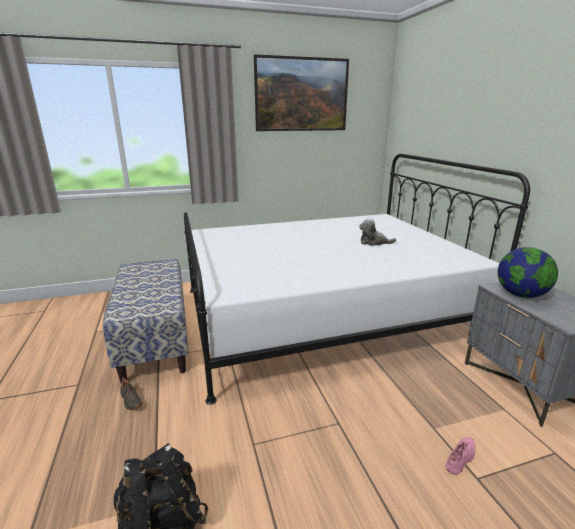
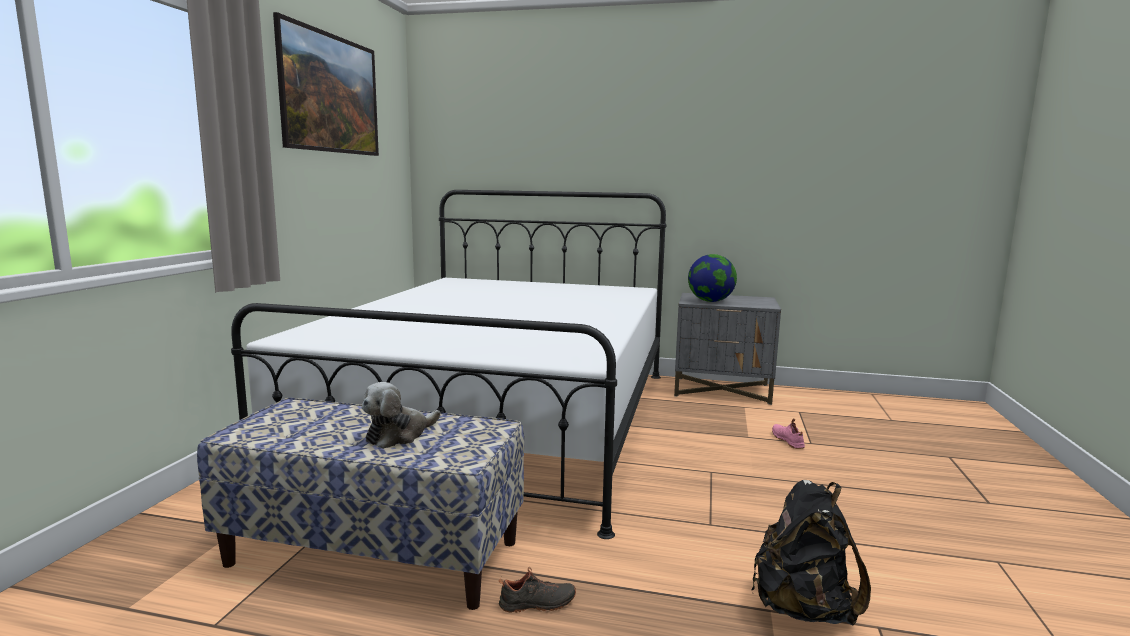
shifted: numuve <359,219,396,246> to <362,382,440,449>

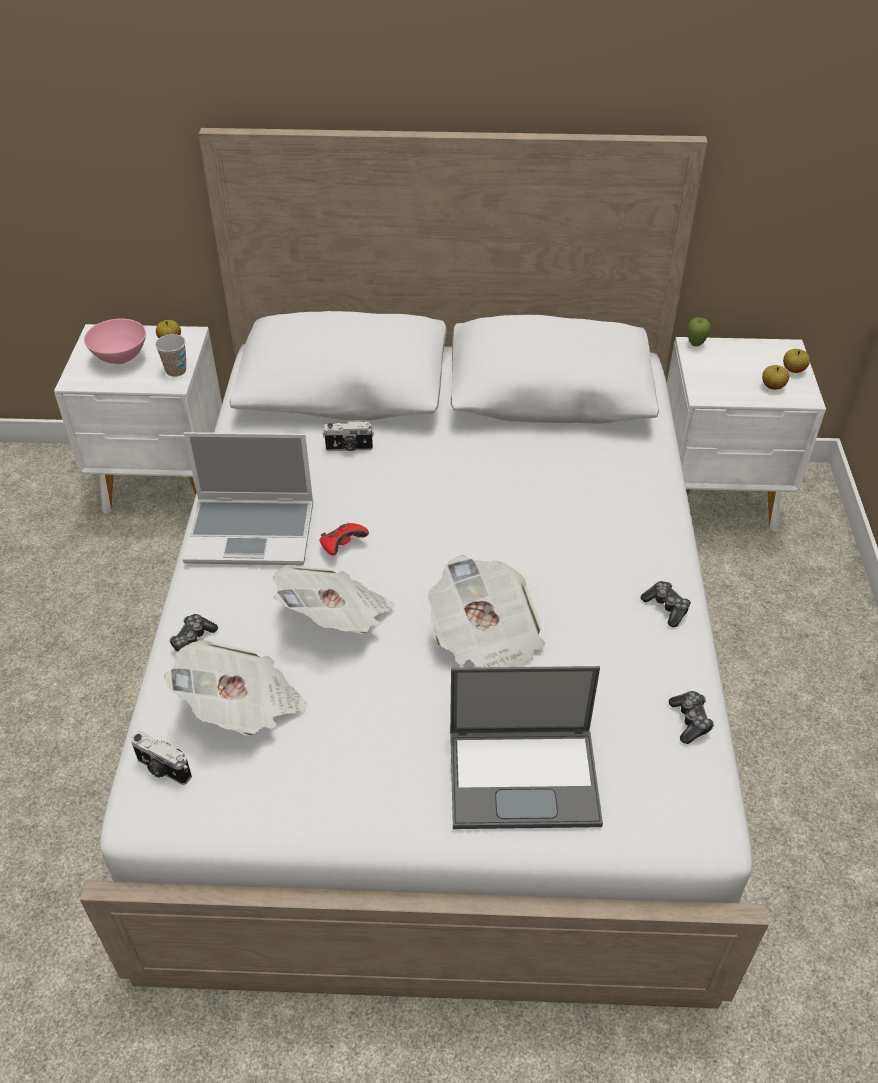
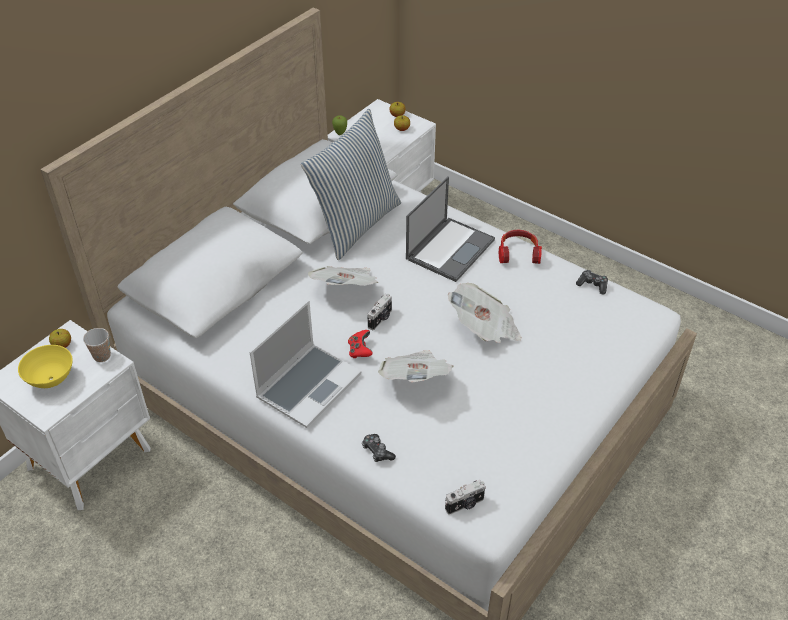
new: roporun <301,109,401,260>
shifted: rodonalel <164,640,307,735> to <308,266,378,286>; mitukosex <323,422,374,451> to <367,294,392,330>; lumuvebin <450,666,603,829> to <406,176,495,282>
swapped: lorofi <641,581,691,627> to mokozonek <499,230,542,264>
repainted: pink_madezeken <84,319,146,364> to yellow_madezeken <18,345,73,388>

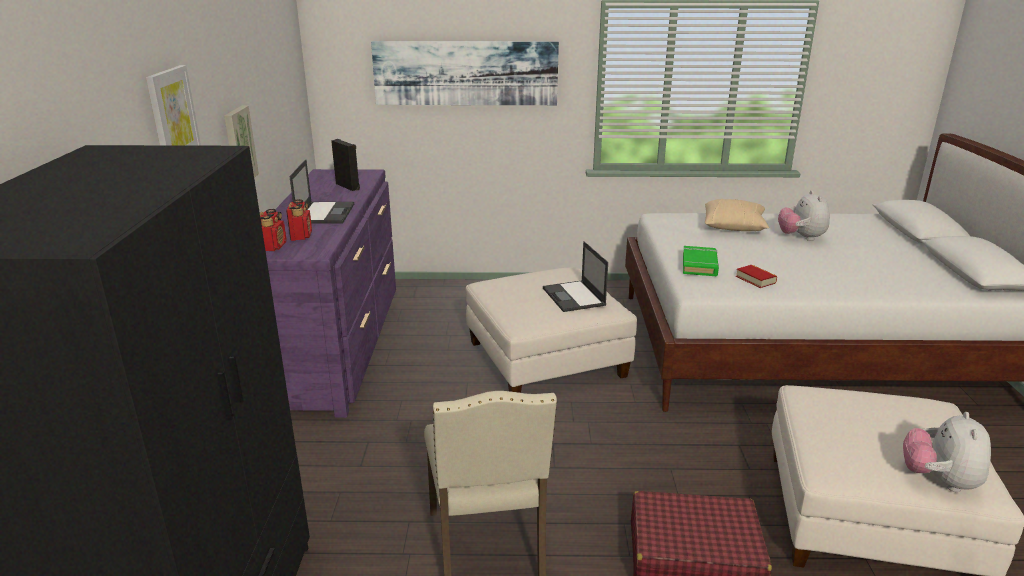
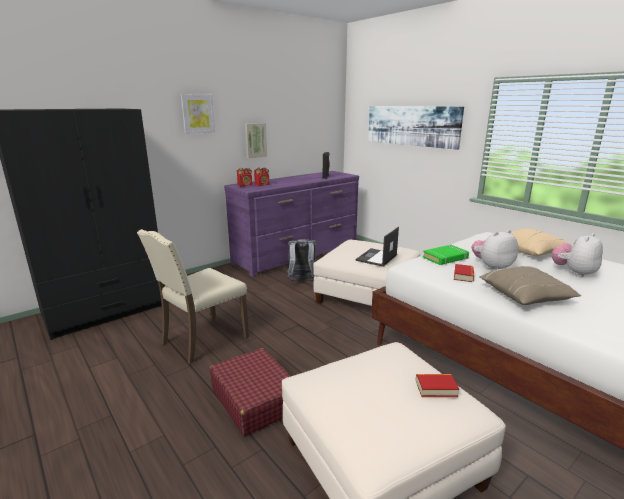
gone: lumuvebin <290,160,354,223>
new: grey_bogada <286,239,317,281>; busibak <416,374,459,397>; beige_roporun <479,266,581,305>
shifted: numuve <903,412,991,492> to <472,230,518,271>

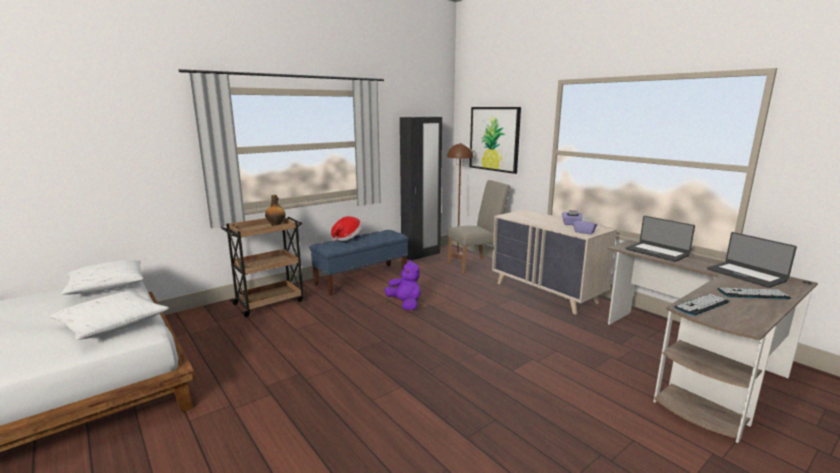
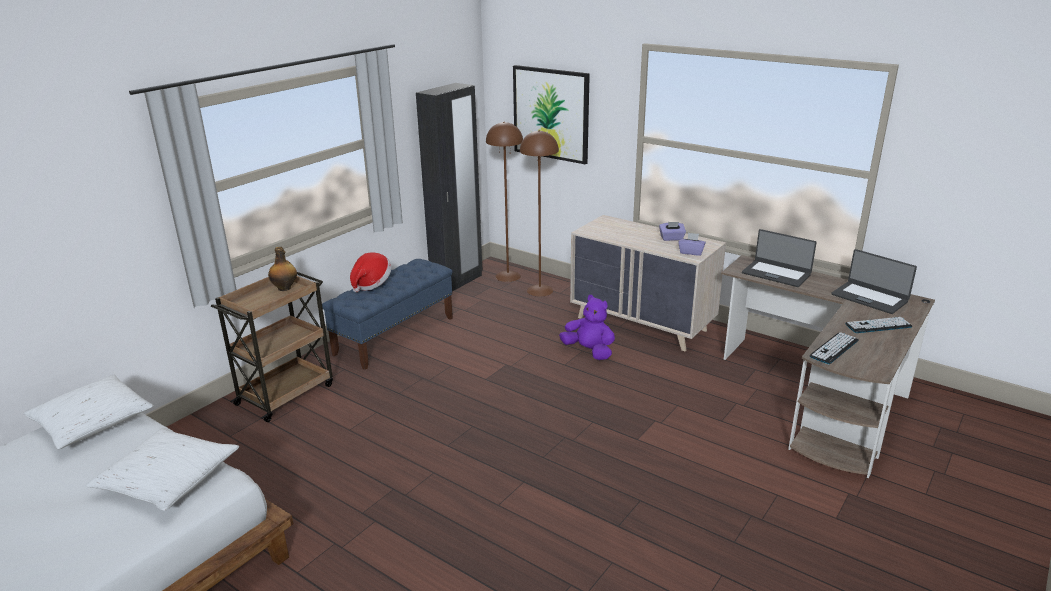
shifted: purple_numuve <385,260,421,310> to <559,295,615,360>
swapped: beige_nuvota <448,180,510,274> to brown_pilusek <520,130,559,297>

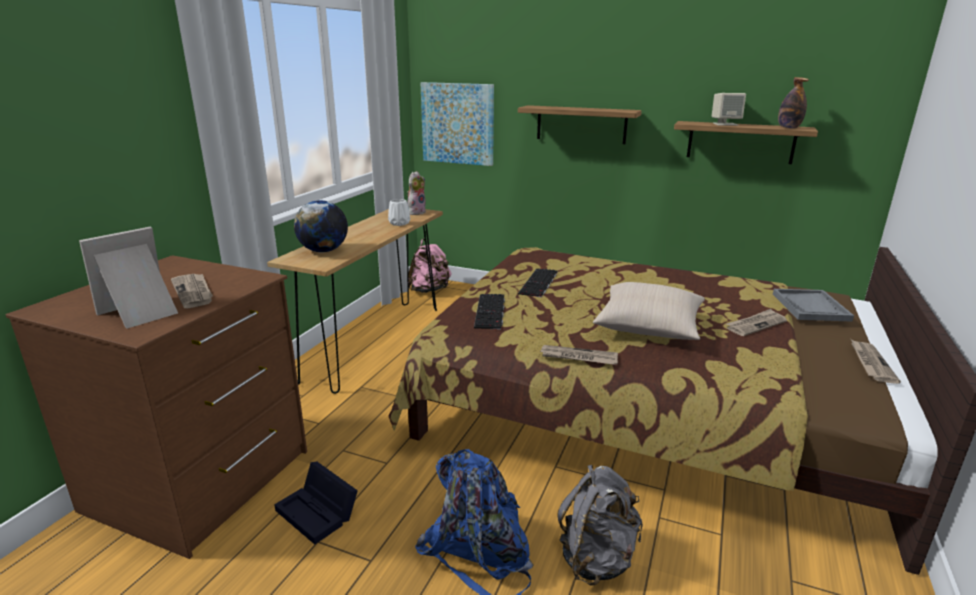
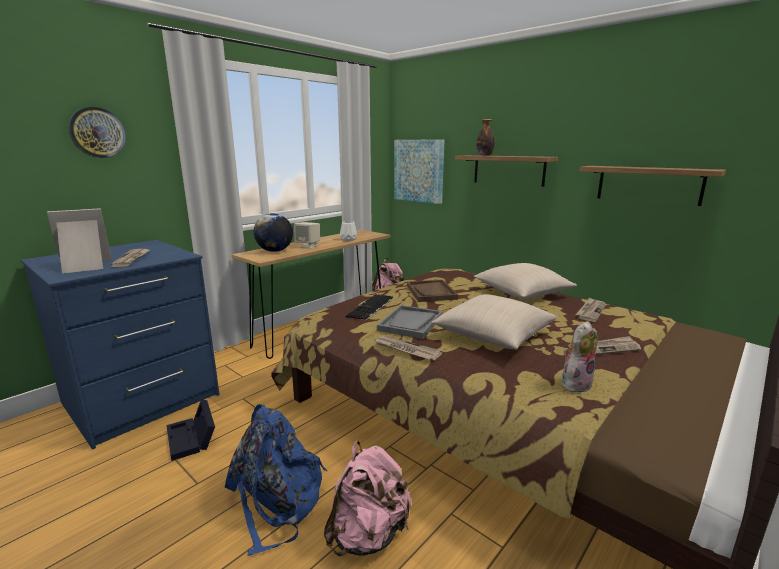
new: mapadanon <68,106,126,158>; beige_roporun <474,263,577,299>
shifted: numuve <407,171,426,215> to <562,321,598,392>; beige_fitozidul <712,93,746,126> to <294,222,320,248>; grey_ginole <773,289,854,322> to <377,305,443,339>; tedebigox <778,77,809,128> to <476,119,494,156>; rodonalel <851,340,901,384> to <575,297,606,322>
swapped: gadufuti <518,268,558,297> to brown_ginole <407,280,458,302>
repainted: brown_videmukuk <6,255,307,559> to blue_videmukuk <21,240,219,449>; grey_bogada <557,465,643,586> to pink_bogada <324,441,411,556>

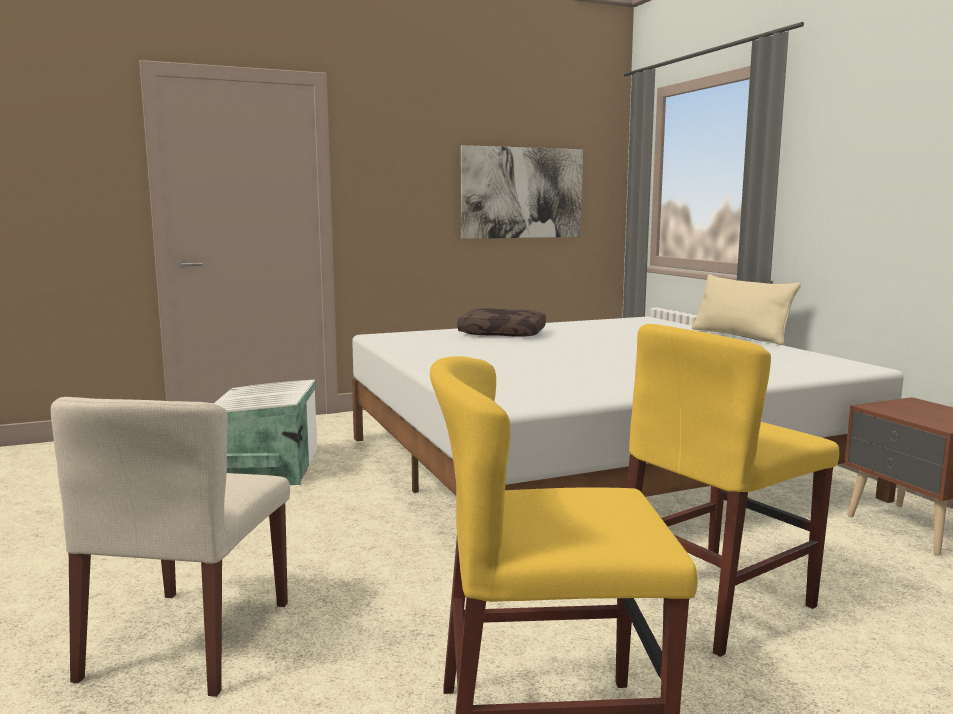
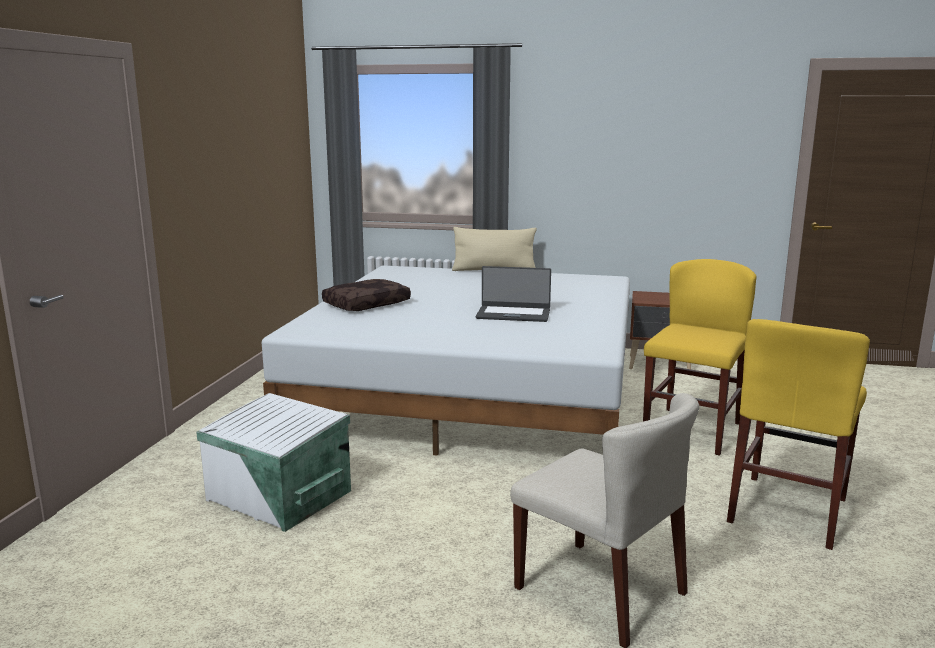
gone: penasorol <461,145,583,239>
new: lumuvebin <476,266,551,322>
rotated: yellow_nuvota <626,324,840,657> = <643,259,756,456> 150 degrees counterclockwise

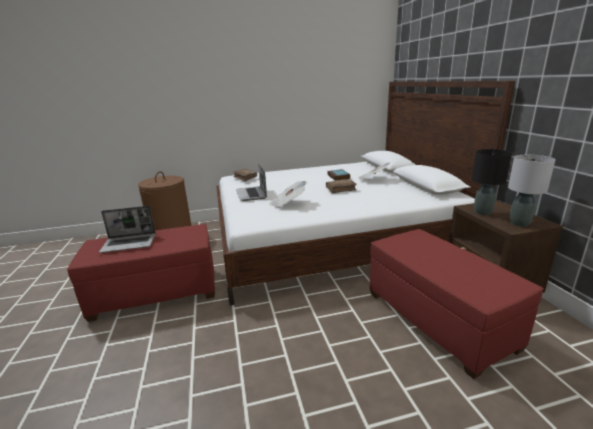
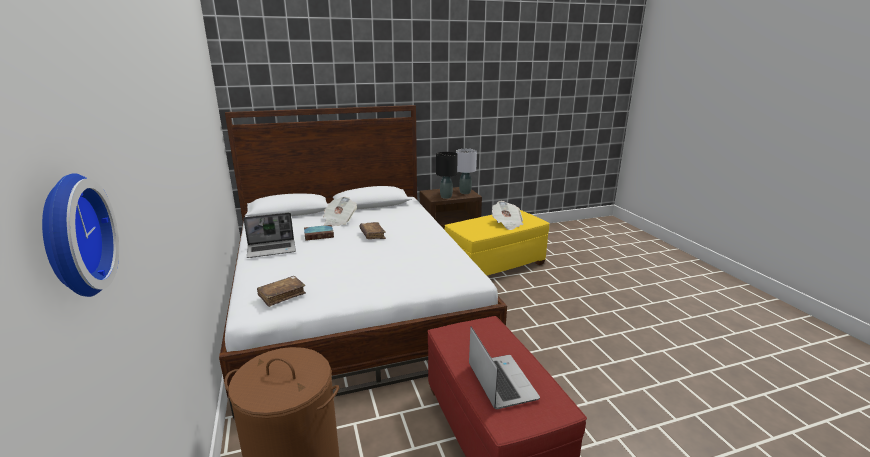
new: mapadanon <42,173,119,297>
shifted: lumuvebin <236,164,267,201> to <243,212,296,258>; rodonalel <269,181,307,208> to <492,201,523,230>
repainted: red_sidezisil <369,229,544,379> to yellow_sidezisil <445,210,550,275>

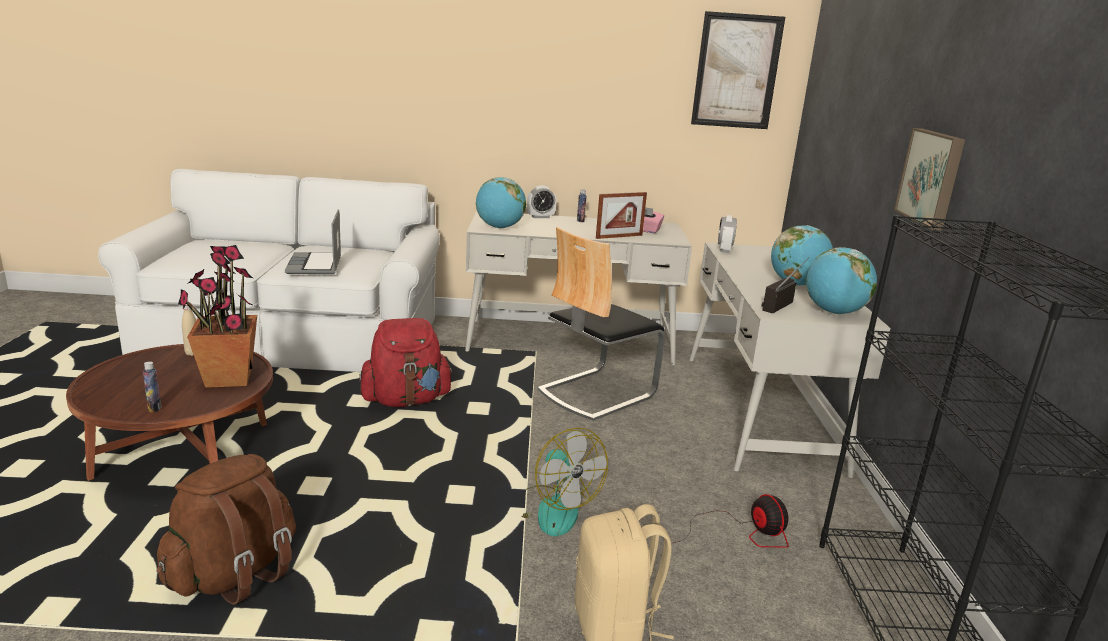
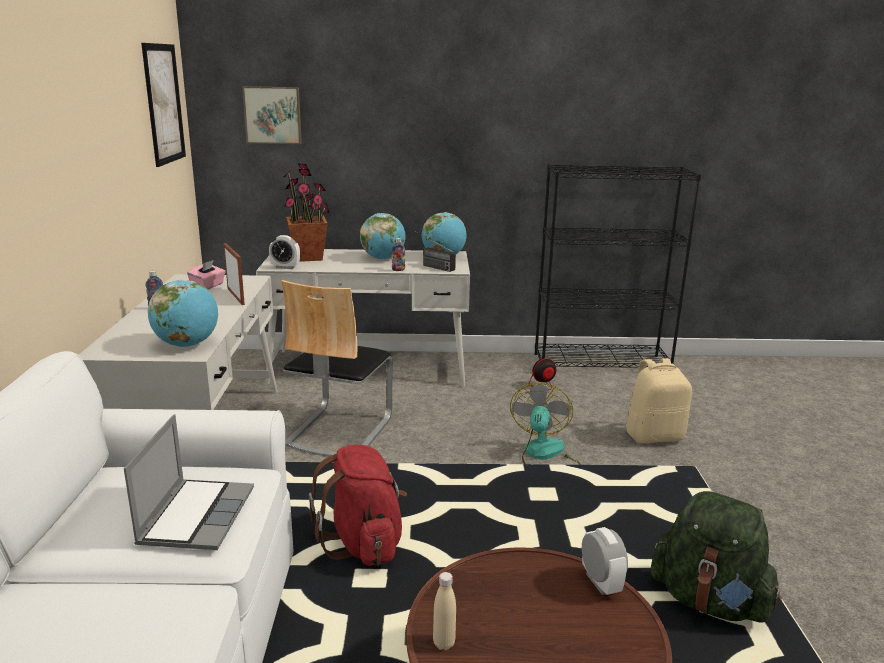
shifted: tedebigox <143,361,162,413> to <392,238,405,271>; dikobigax <178,245,257,388> to <284,163,329,262>; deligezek <527,185,556,218> to <582,527,628,595>; penasorol <894,128,965,230> to <242,86,302,144>
repainted: brown_bogada <157,454,296,605> to green_bogada <651,491,782,623>
rotated: lumuvebin <285,210,341,274> = <124,414,254,550> 75 degrees counterclockwise; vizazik <521,428,608,536> = <510,382,581,470> 45 degrees counterclockwise; nuvota <538,227,665,421> = <281,280,393,457> 60 degrees clockwise

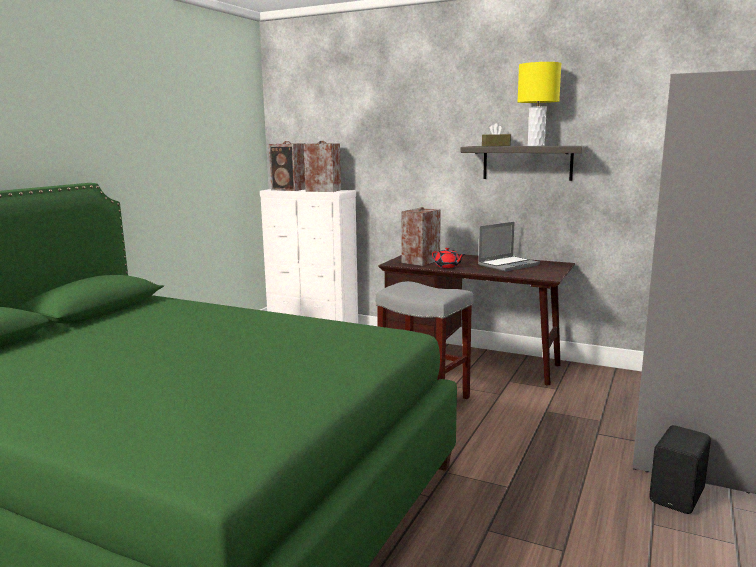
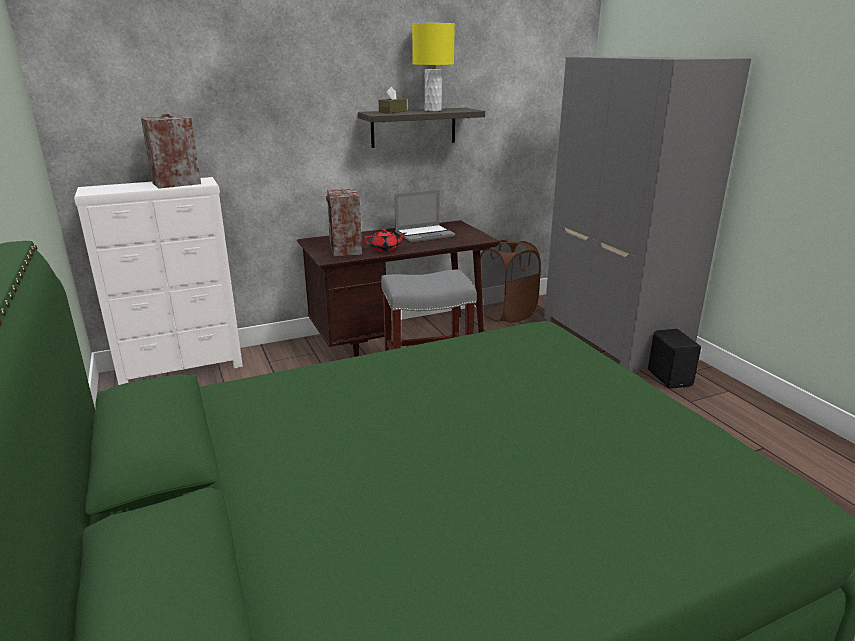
gone: fitozidul <269,141,305,191>
new: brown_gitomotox <481,240,541,323>
rotated: lumuvebin <478,222,540,272> = <394,190,455,242> 60 degrees clockwise

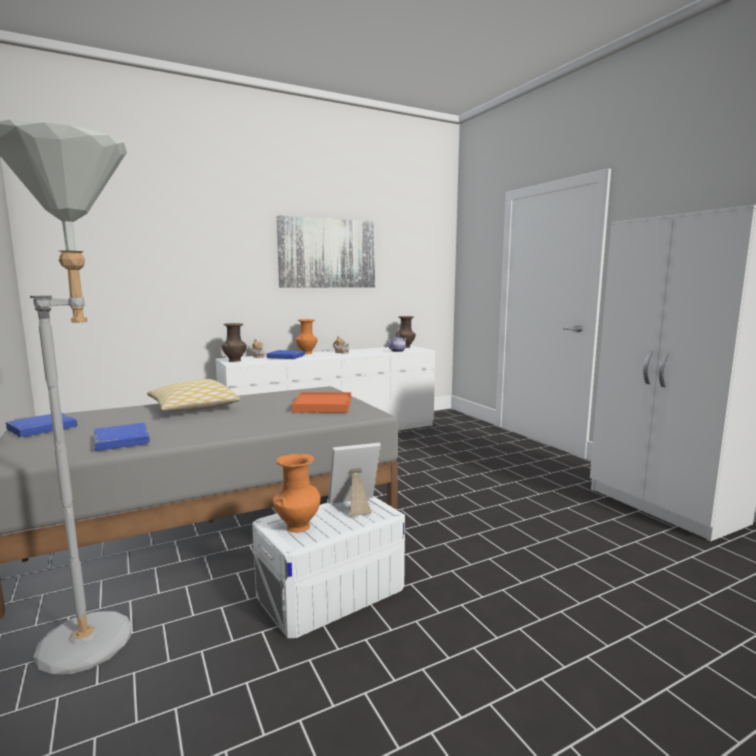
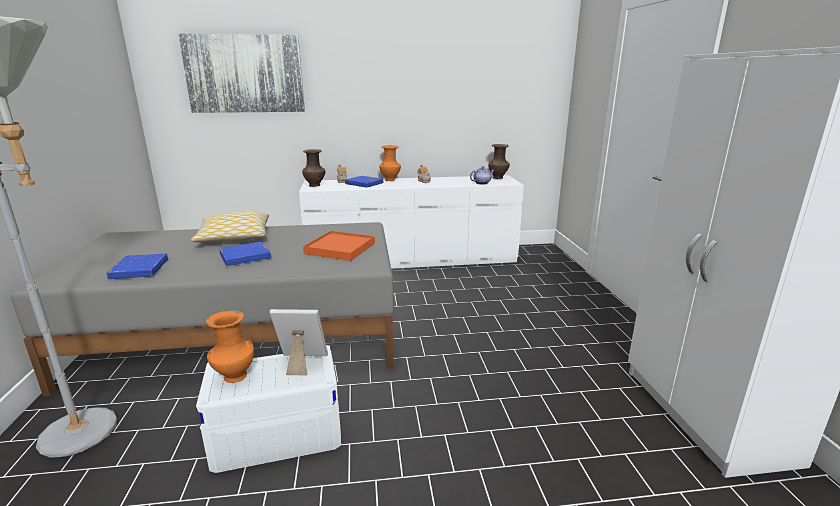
shifted: blue_busibak <6,413,78,437> to <219,241,271,266>; penasorol <277,216,375,288> to <178,34,305,113>

